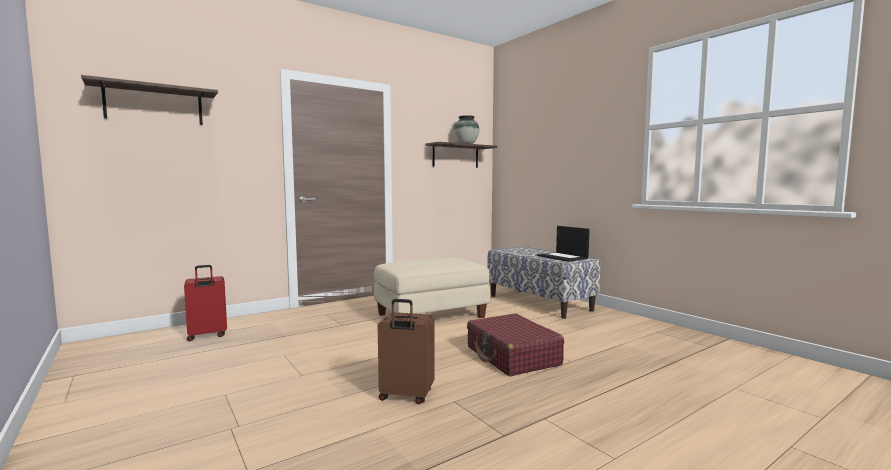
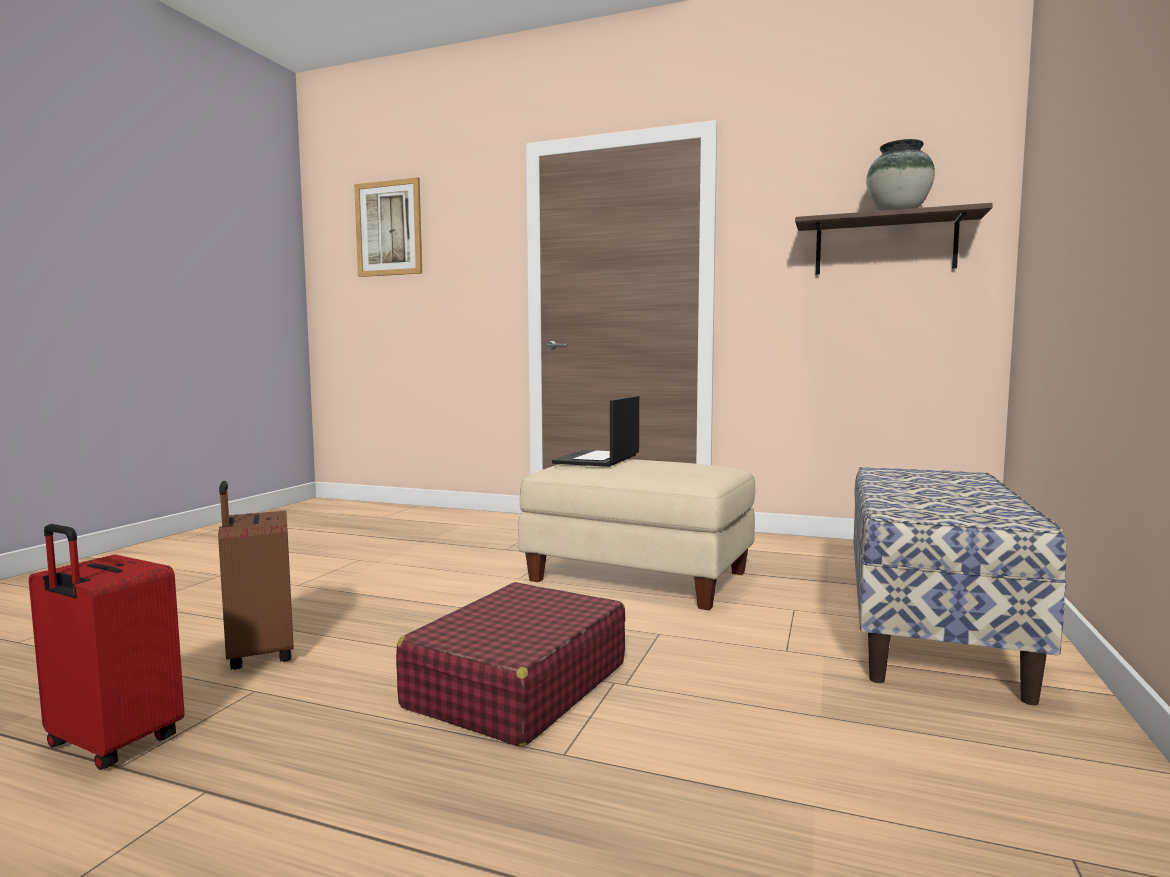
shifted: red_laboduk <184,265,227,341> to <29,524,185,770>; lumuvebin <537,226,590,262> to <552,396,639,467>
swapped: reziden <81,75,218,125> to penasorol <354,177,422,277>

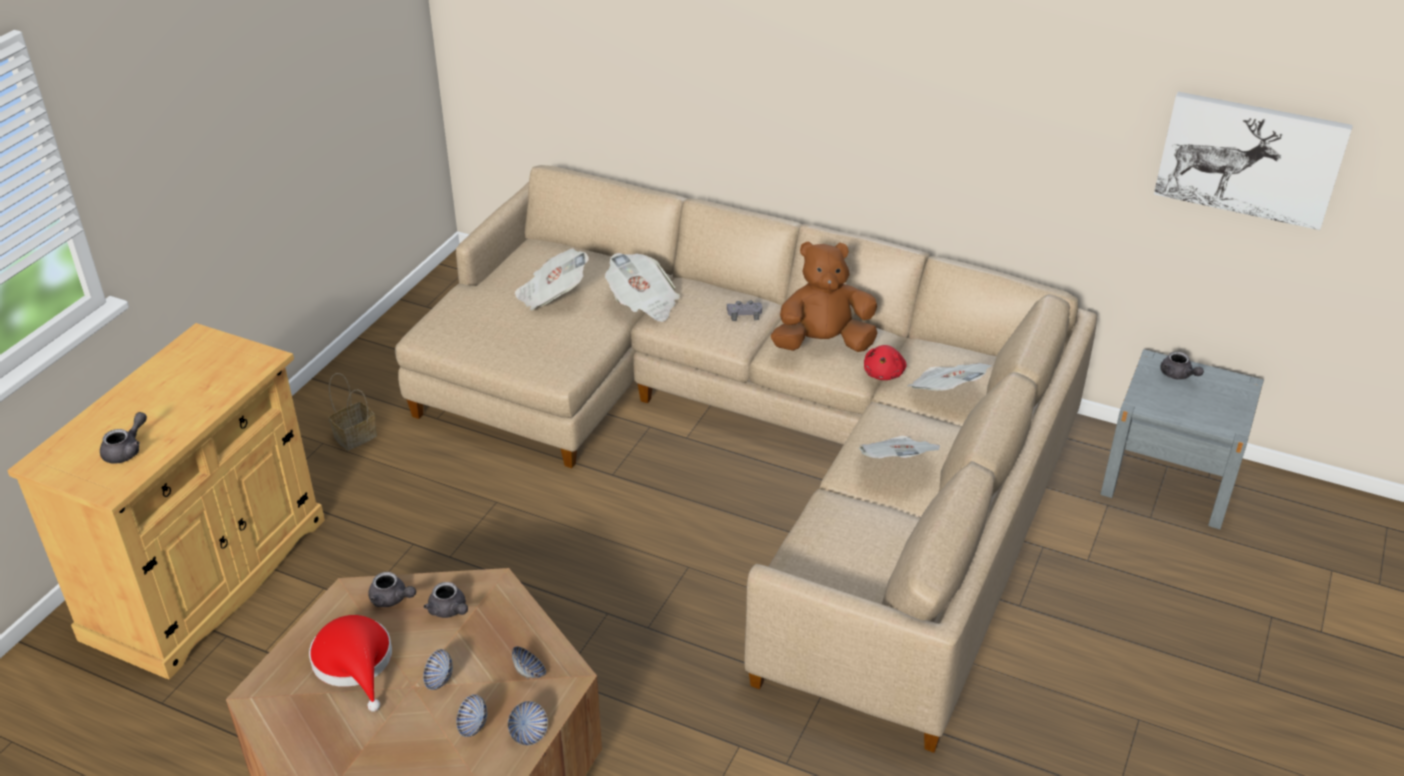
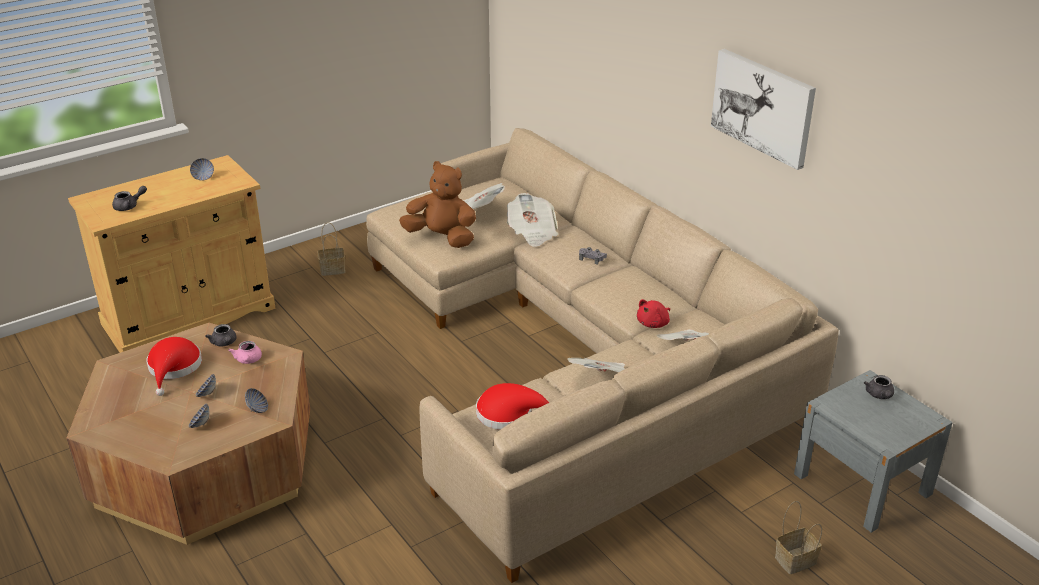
new: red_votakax <476,383,549,430>; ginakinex <775,501,822,574>
shifted: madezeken <508,701,548,745> to <190,158,214,181>; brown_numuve <771,241,878,352> to <399,161,476,248>; penasorol <1154,92,1353,230> to <711,49,816,170>
repainted: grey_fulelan <424,582,468,618> to pink_fulelan <228,341,262,364>

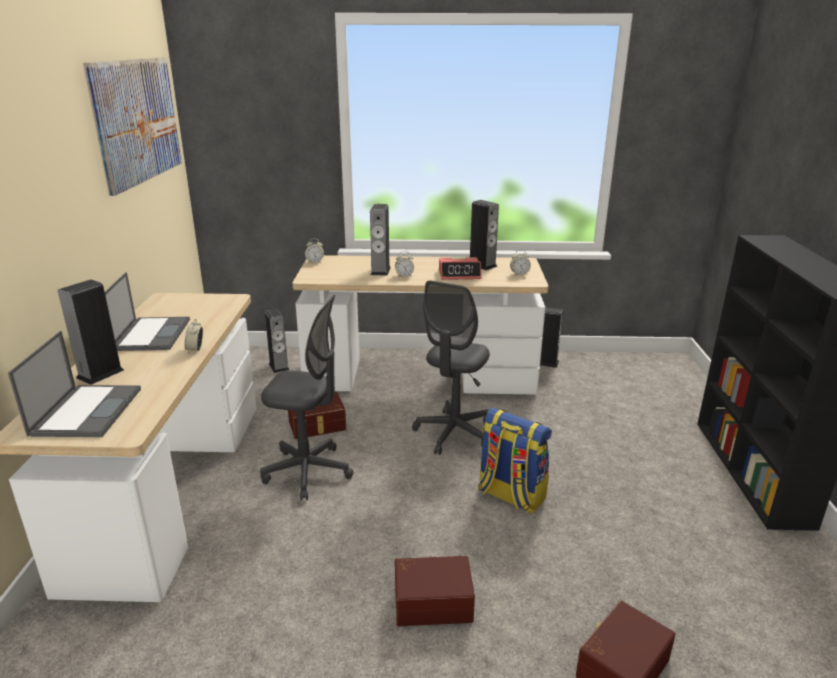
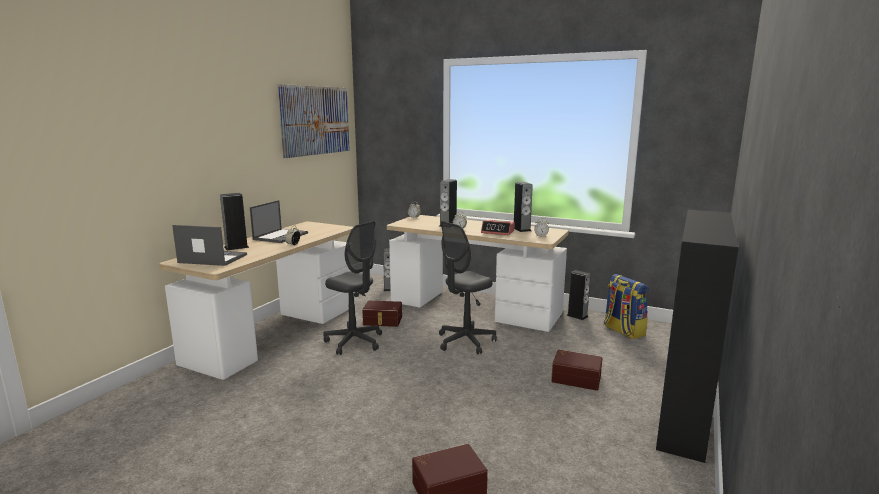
shifted: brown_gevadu <395,556,475,626> to <551,350,602,391>; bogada <478,407,552,514> to <604,274,649,339>
rotated: lumuvebin <8,331,141,437> = <172,225,247,266> 105 degrees counterclockwise

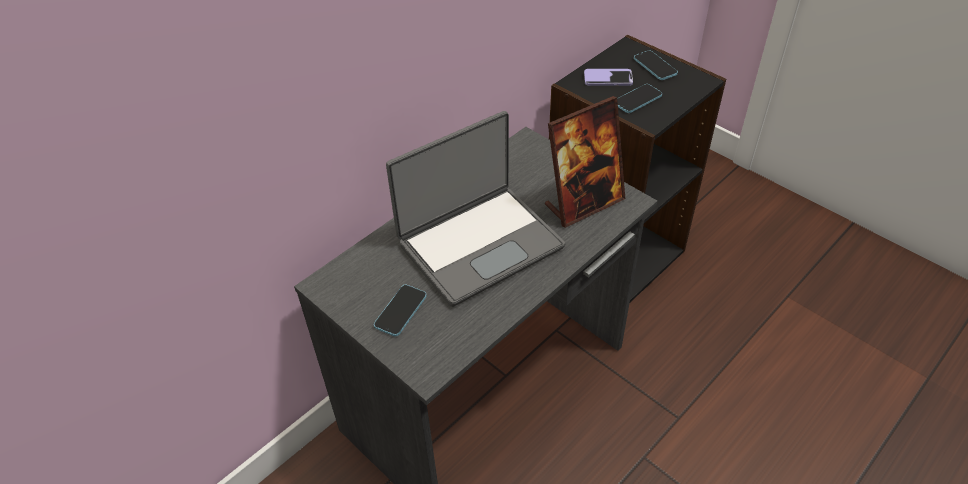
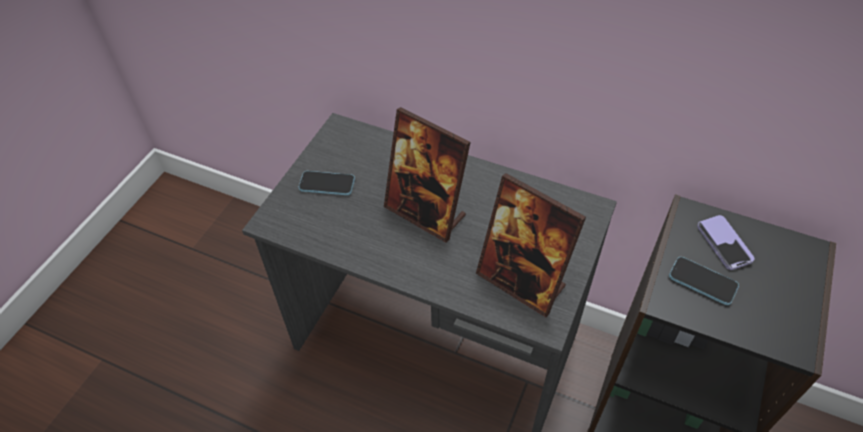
gone: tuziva <634,50,678,80>
swapped: lumuvebin <386,111,565,307> to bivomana <384,107,471,242>

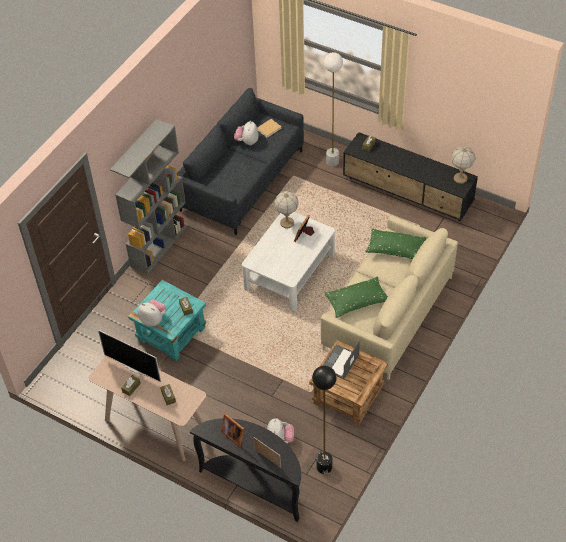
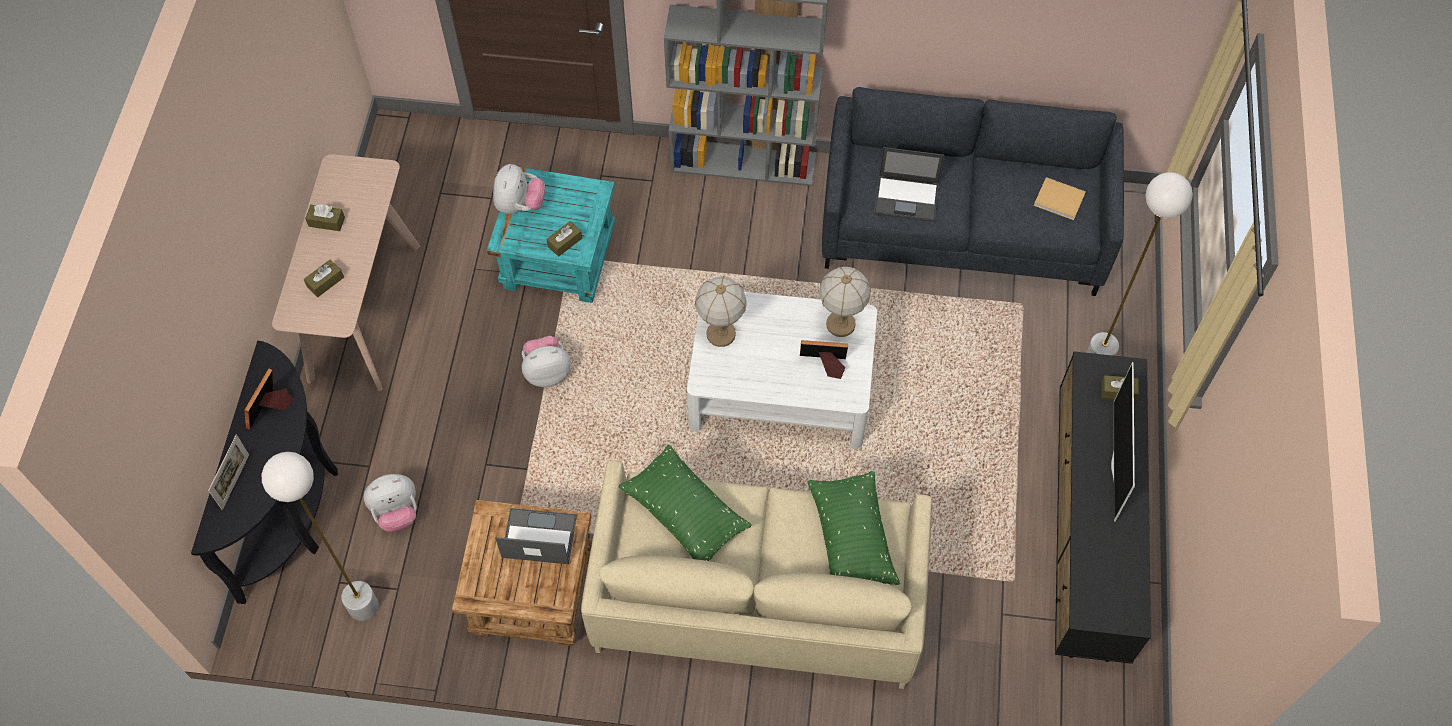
new: lumuvebin <874,147,944,222>
shifted: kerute <98,330,161,382> to <1111,362,1135,522>; numuve <234,121,259,145> to <522,336,571,387>; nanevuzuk <451,146,475,184> to <695,276,746,347>
repainted: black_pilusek <312,366,337,474> to white_pilusek <262,452,379,621>

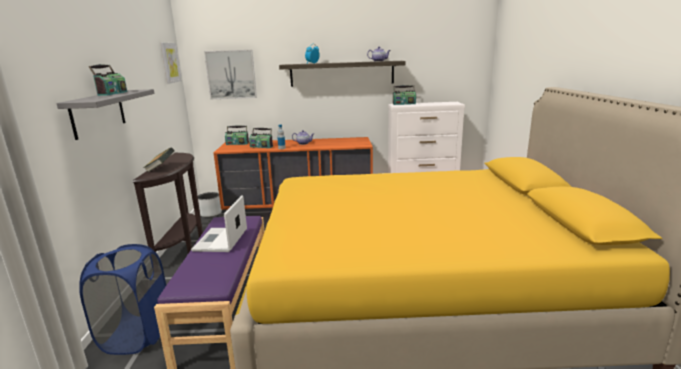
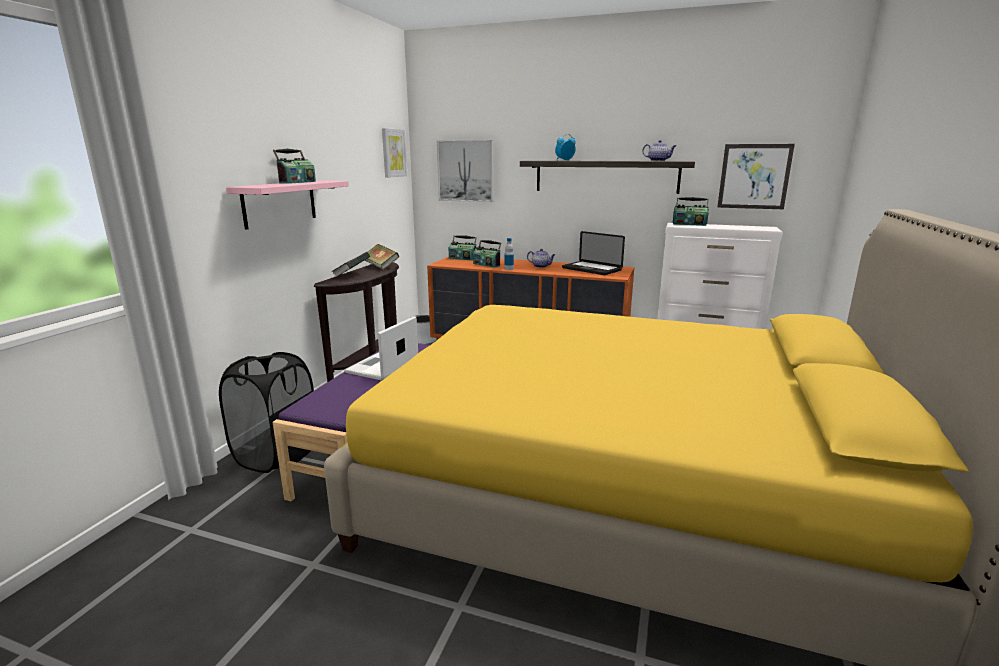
new: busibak <365,244,399,270>; lumuvebin <562,231,625,275>; penasorol <717,144,795,209>
repainted: grey_reziden <56,89,155,140> to pink_reziden <226,180,349,230>; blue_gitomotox <79,244,166,355> to black_gitomotox <219,352,314,473>

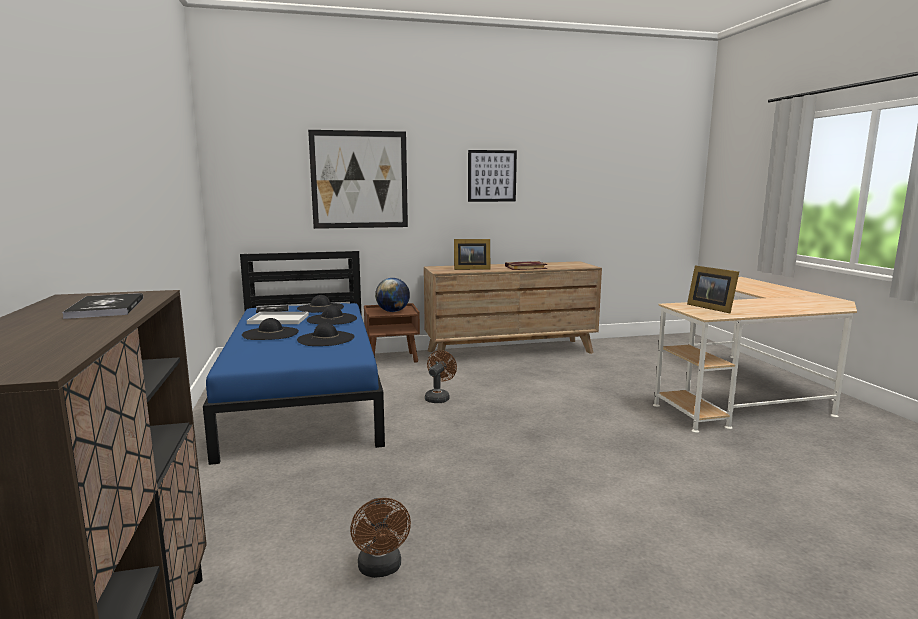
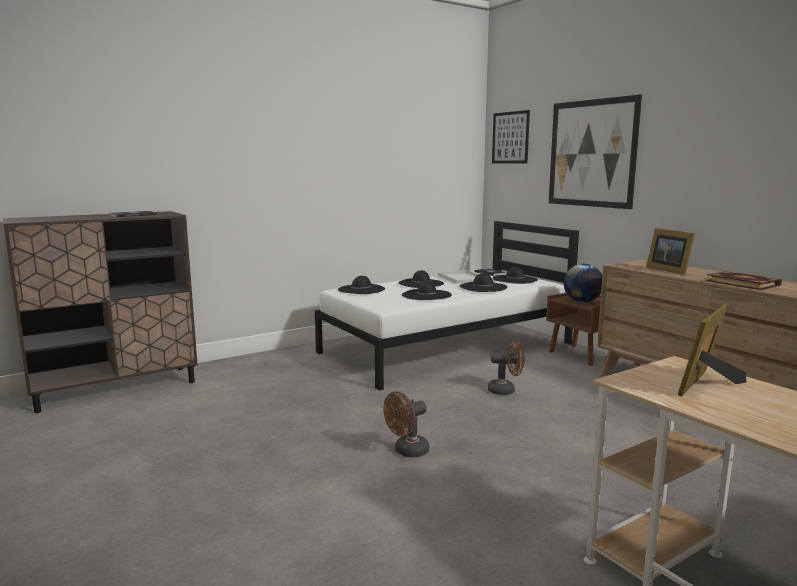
new: black_votakax <338,276,385,294>
shifted: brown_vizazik <350,498,411,578> to <383,391,429,457>; penasorol <468,150,517,202> to <492,110,530,164>
repainted: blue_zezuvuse <203,251,385,465> to white_zezuvuse <315,221,579,391>

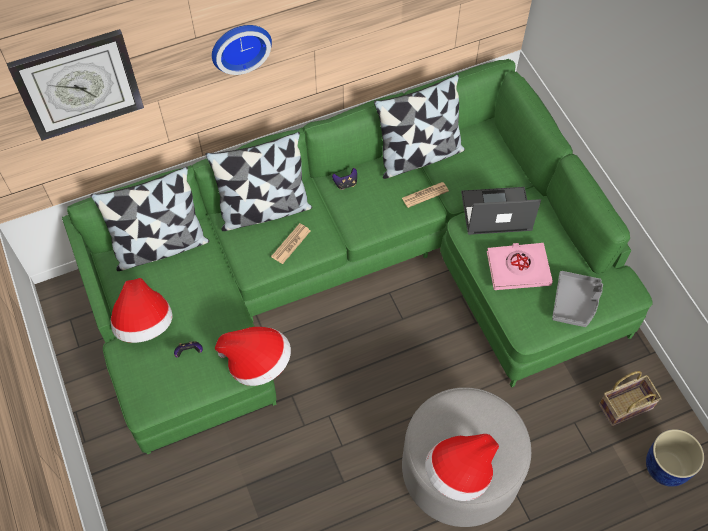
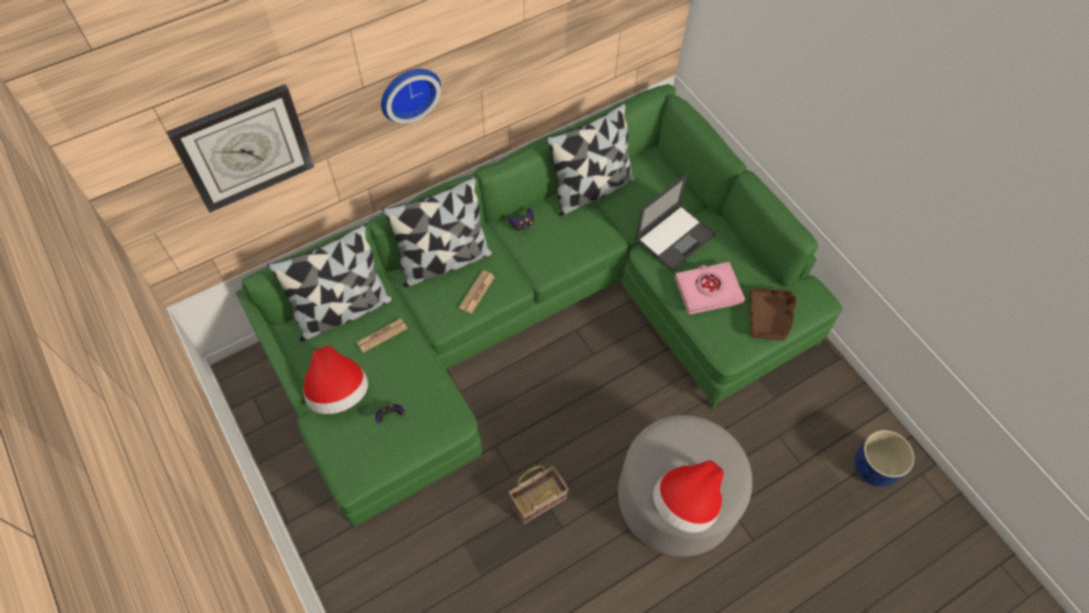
gone: votakax <215,327,291,386>
shifted: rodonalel <402,182,449,208> to <356,318,407,353>; ginakinex <599,371,662,427> to <509,465,569,524>
repainted: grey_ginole <552,271,603,327> to brown_ginole <750,287,797,341>
rotated: lumuvebin <461,187,541,235> = <635,173,716,271> 150 degrees clockwise

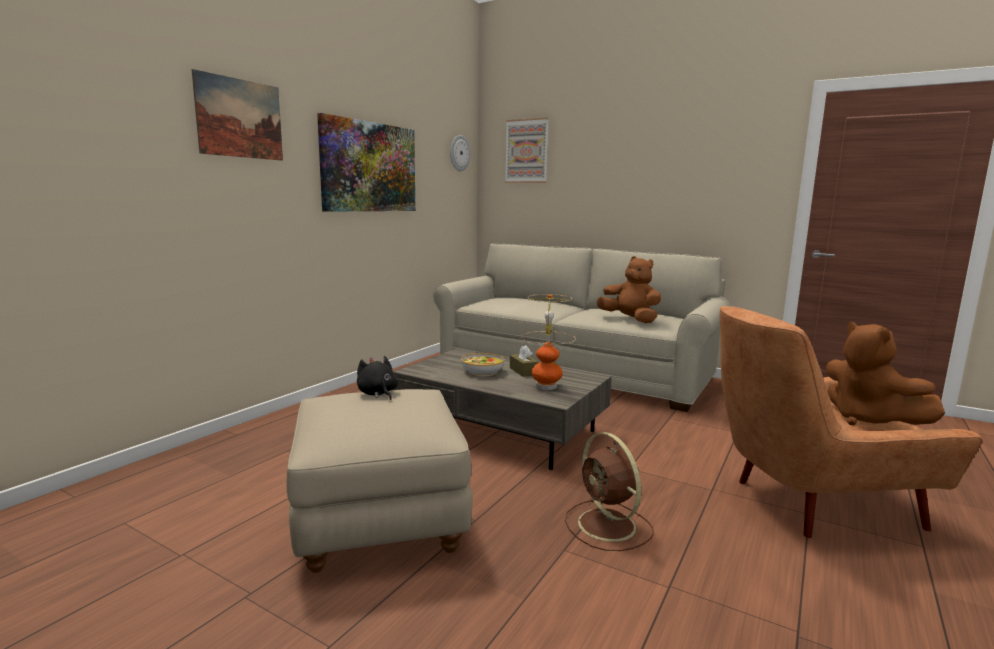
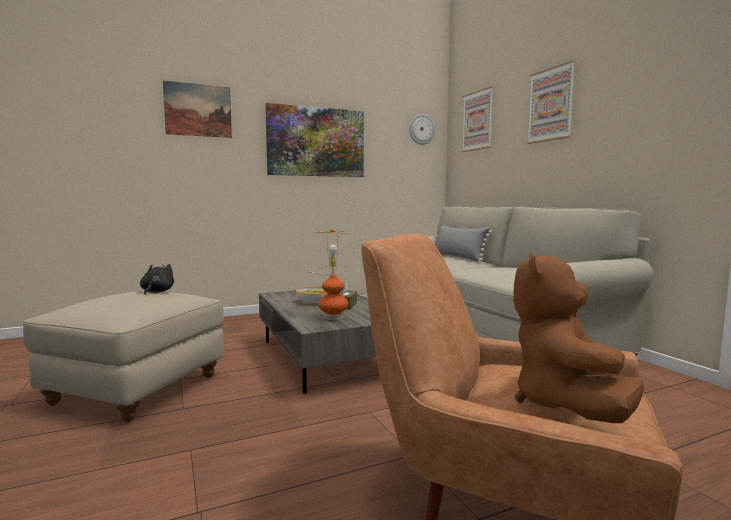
gone: brown_vizazik <565,432,654,551>; brown_numuve <597,256,661,323>
new: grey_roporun <435,225,492,262>; penasorol <527,60,575,144>

